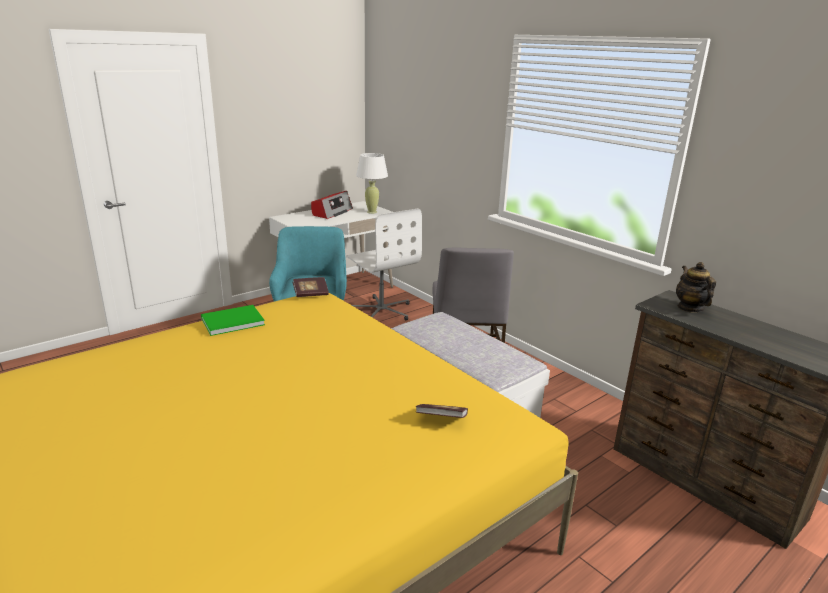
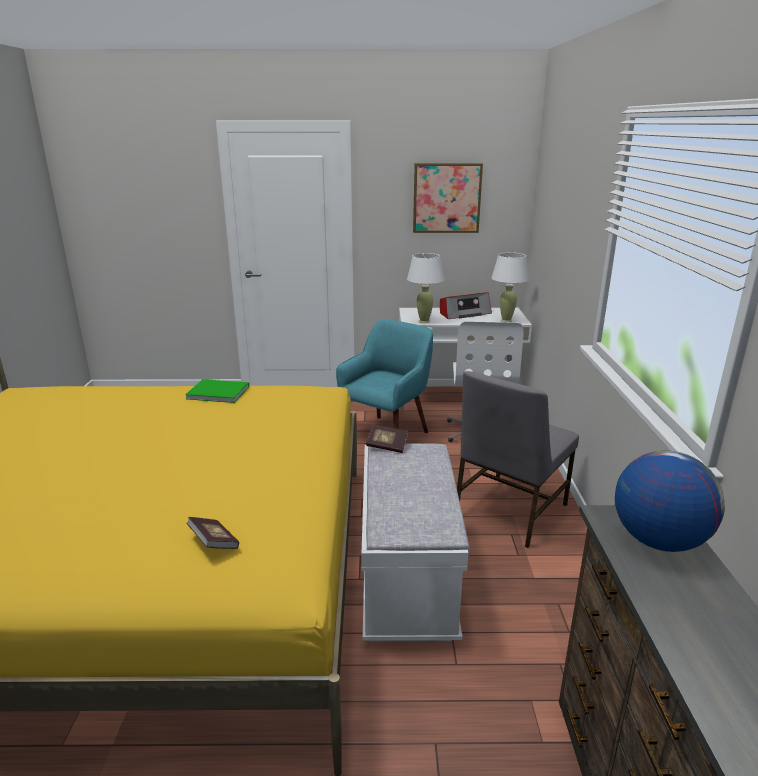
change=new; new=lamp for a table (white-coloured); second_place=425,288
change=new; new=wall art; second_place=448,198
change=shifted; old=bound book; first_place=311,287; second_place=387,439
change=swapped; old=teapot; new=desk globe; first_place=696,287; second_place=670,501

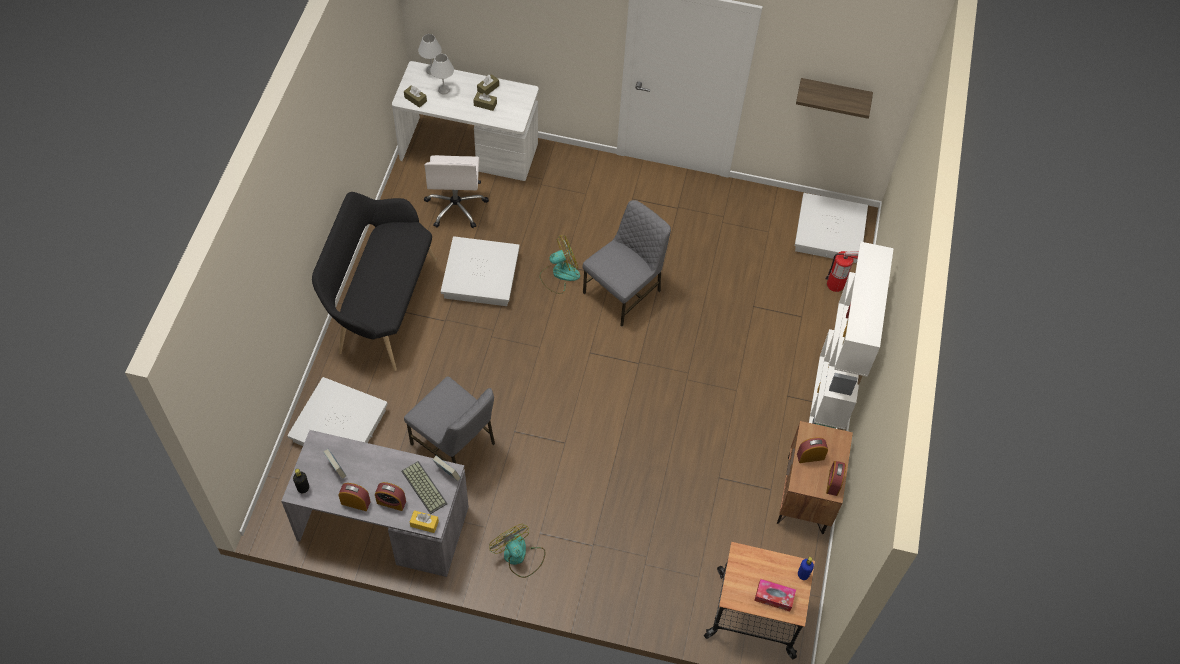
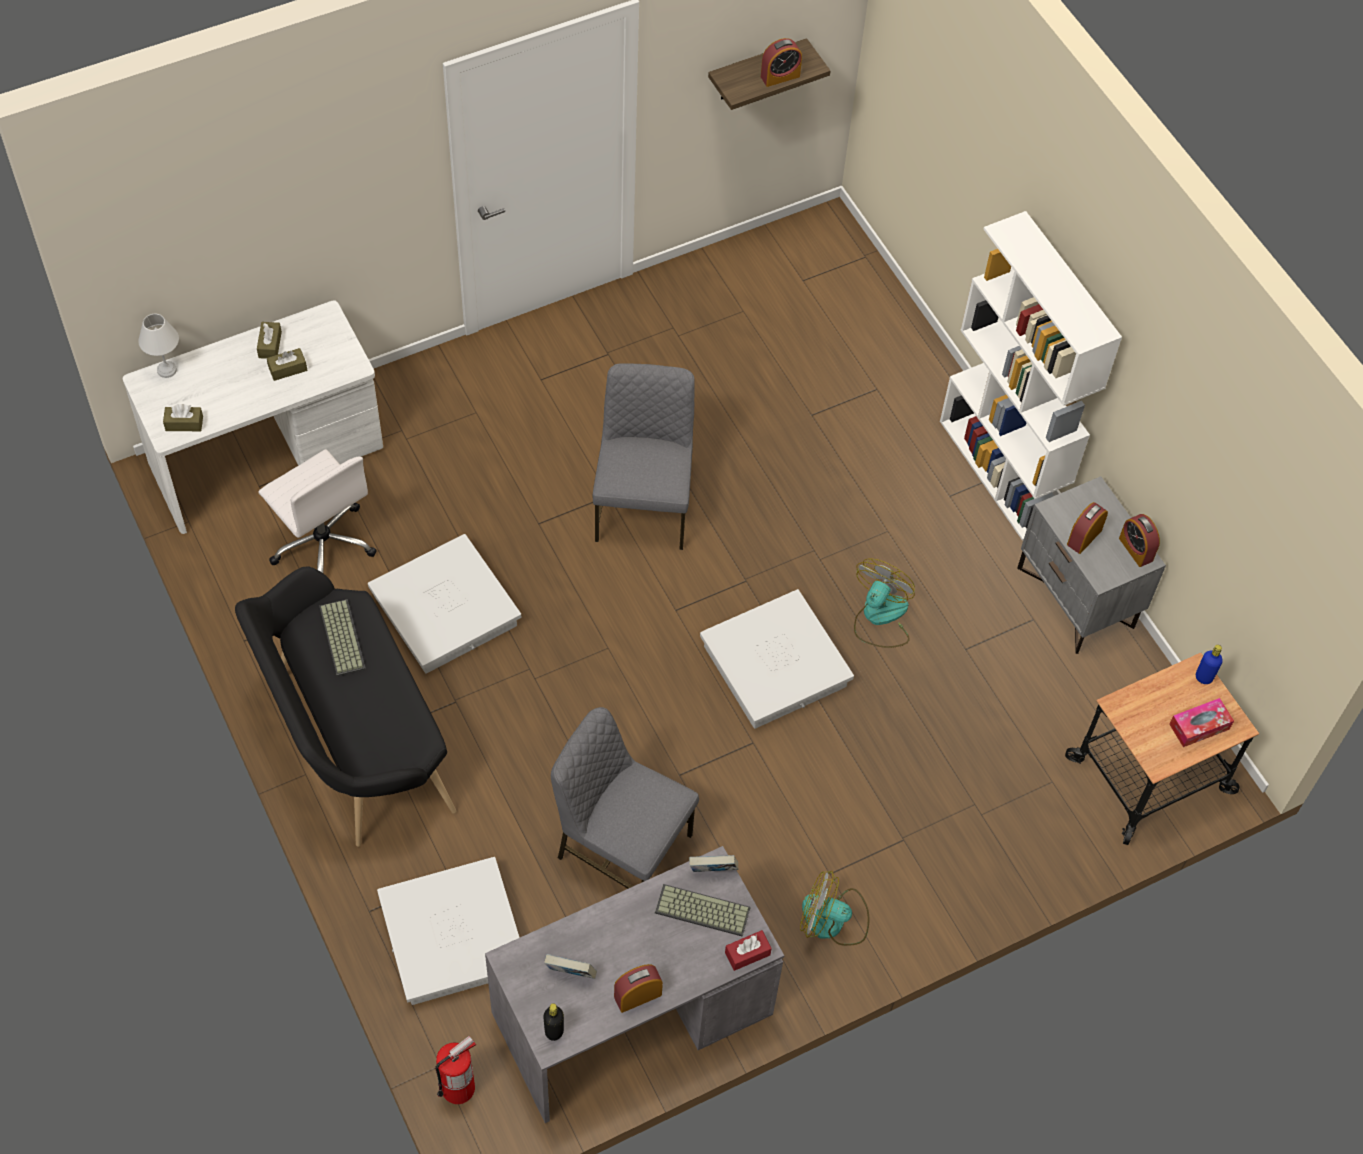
change=gone; old=lamp for a table (white-coloured); first_place=442,74
change=new; new=keyboard; second_place=342,637
change=shifted; old=table clock; first_place=390,496; second_place=781,62
change=shifted; old=electric fan; first_place=559,264; second_place=884,603
change=shifted; old=storage box (white-coloured); first_place=831,228; second_place=777,659
change=shifted; old=extinguisher; first_place=842,271; second_place=455,1070
change=repainted; old=box of tissues (yellow); new=box of tissues (reddish); first_place=424,521; second_place=748,950
change=repainted; old=bedside table (brown); new=bedside table (grey); first_place=815,477; second_place=1091,565
change=rotated; old=upright chair (grey); first_place=449,419; second_place=625,798; degrees=-150

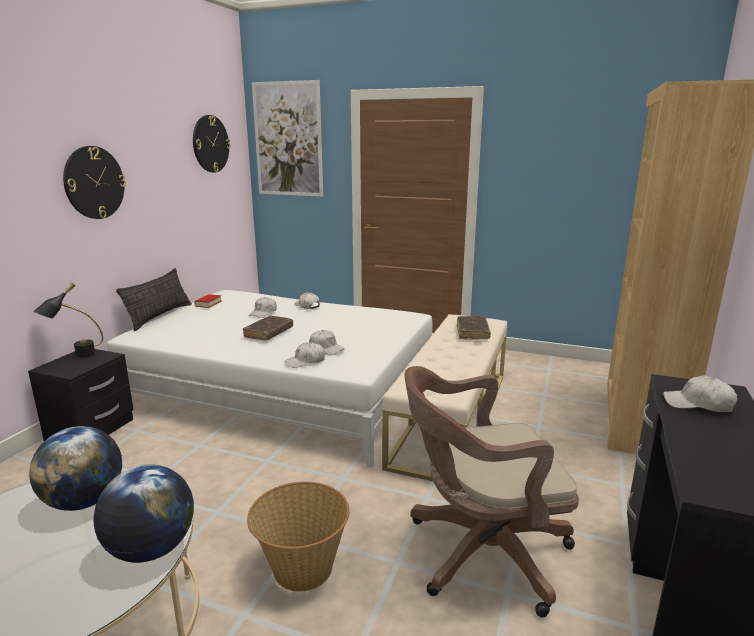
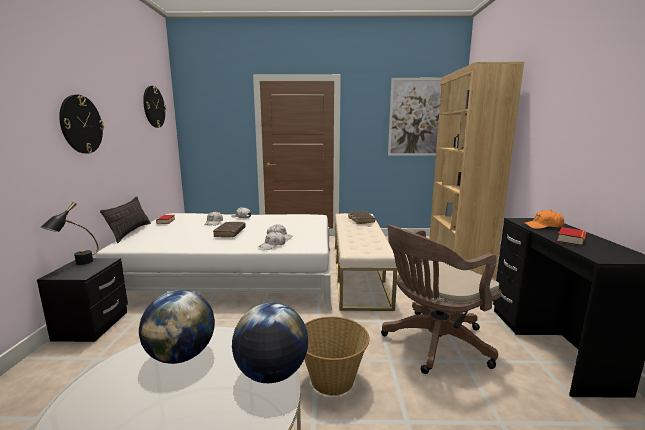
change=new; new=bound book; second_place=571,236
change=shifted; old=wall art; first_place=287,138; second_place=415,117
change=repainted; old=cap (white-coloured); new=cap (orange); first_place=700,394; second_place=543,219

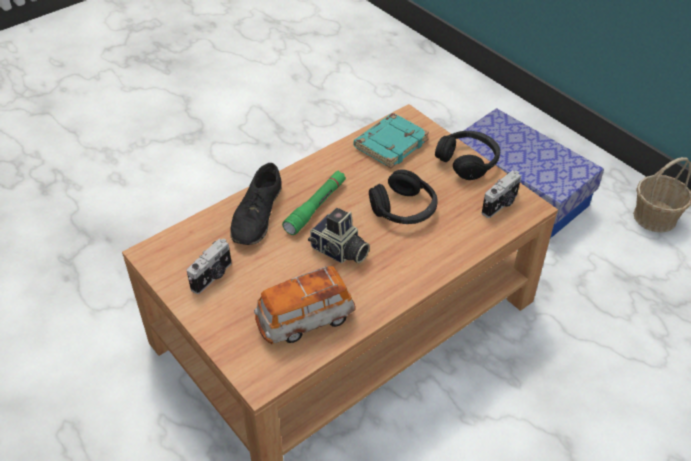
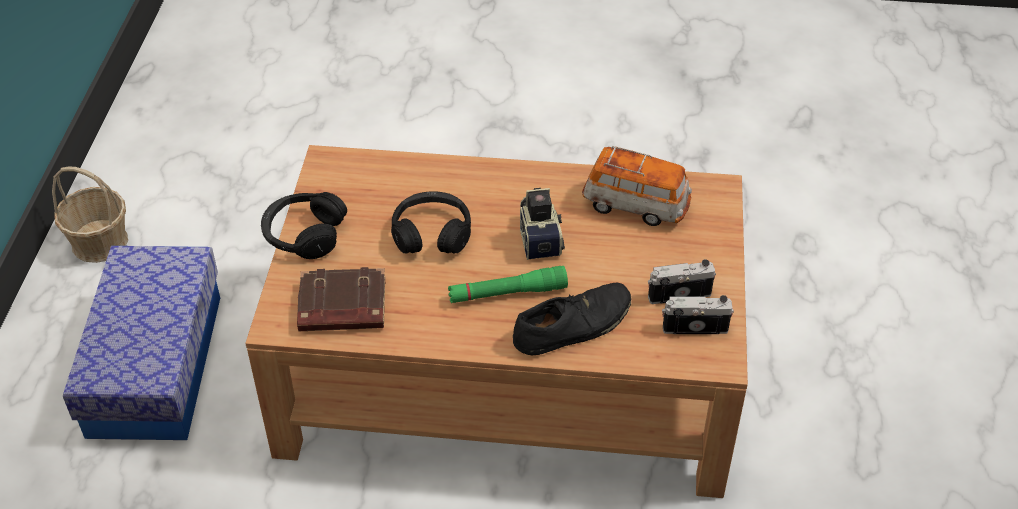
change=shifted; old=photo camera; first_place=501,194; second_place=698,314
change=repainted; old=bound book (blue-green); new=bound book (brown); first_place=391,140; second_place=341,299

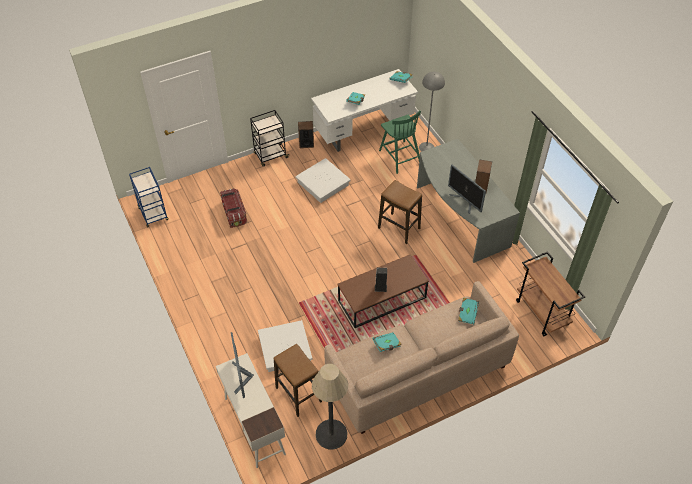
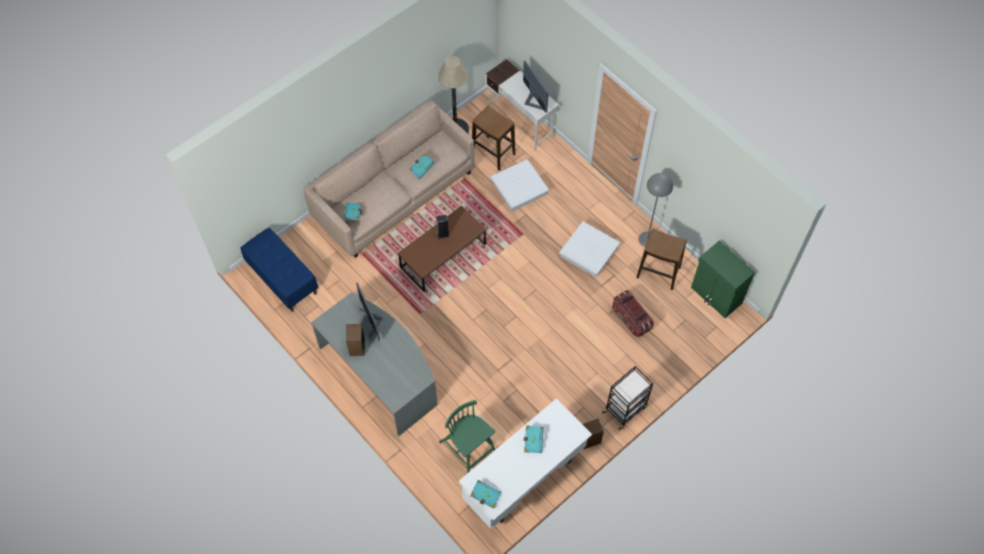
change=shifted; old=storage box (white-coloured); first_place=323,180; second_place=589,249
change=shifted; old=stool seat; first_place=400,212; second_place=661,259
change=shifted; old=standing lamp (grey); first_place=432,111; second_place=655,210
change=swapped; old=cart (blue); new=storage cabinet (green); first_place=148,197; second_place=723,279
change=swapped; old=cart (brown); new=bench (blue); first_place=550,293; second_place=279,270
change=rotated; old=monitor; first_place=467,189; second_place=369,311; degrees=-150

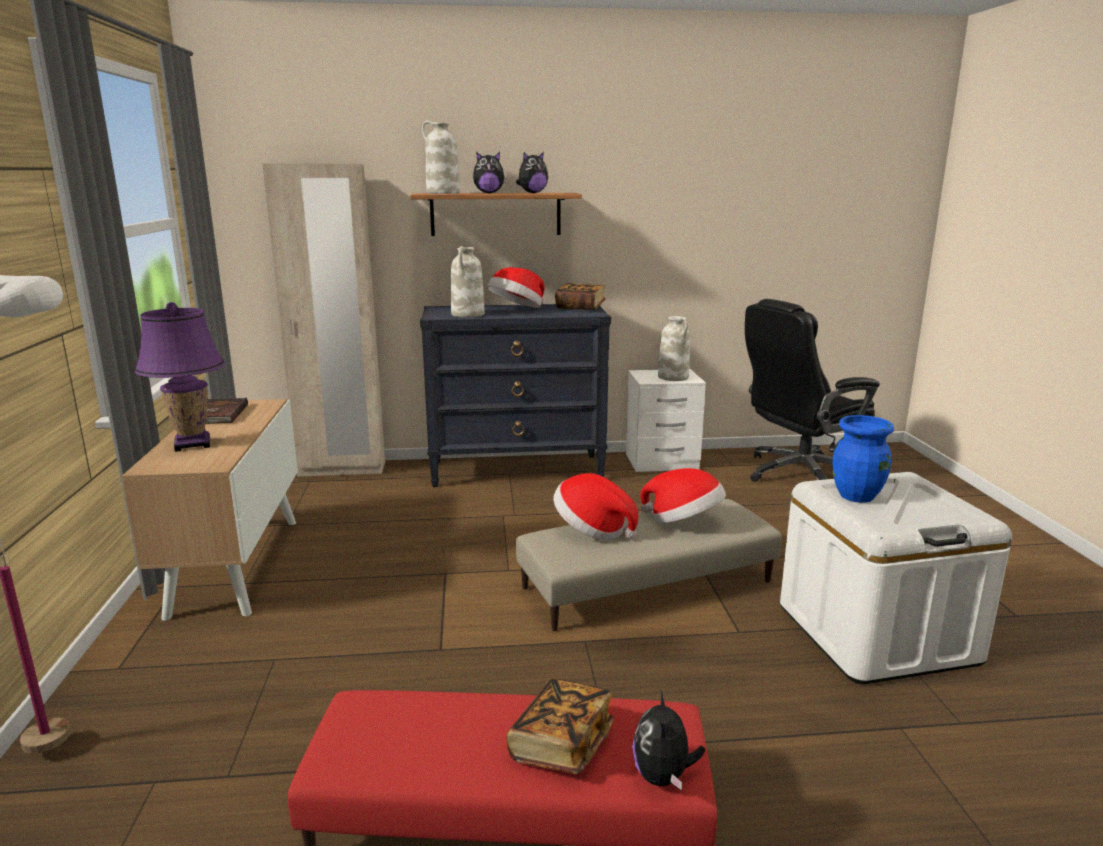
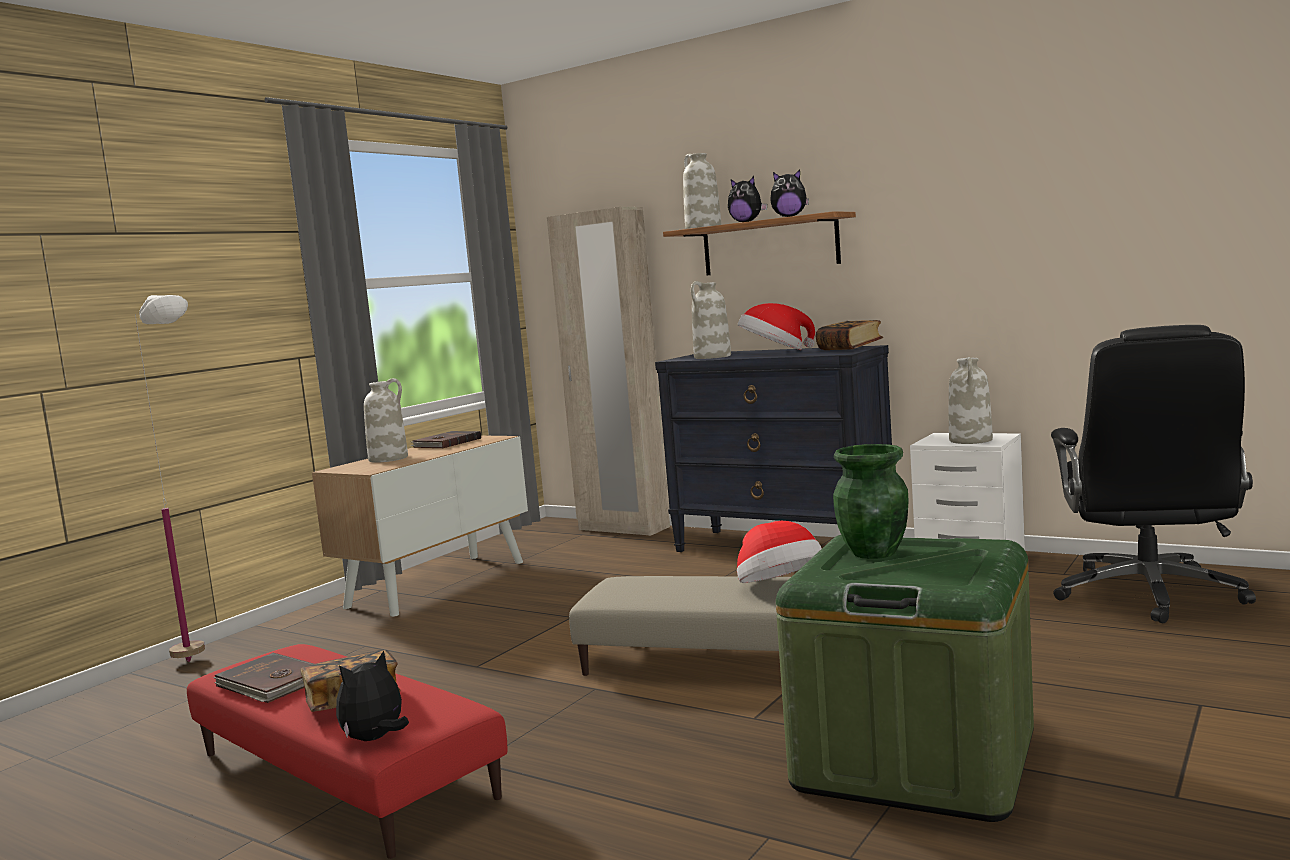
change=gone; old=wearable hat; first_place=596,506
change=new; new=bound book (brown); second_place=263,678
change=swapped; old=lamp for a table (purple-coloured); new=vase (white-coloured); first_place=180,377; second_place=386,420
change=repainted; old=storage box (white-coloured); new=storage box (green); first_place=896,578; second_place=905,678
change=repainted; old=vase (blue); new=vase (green); first_place=863,459; second_place=871,501
change=rotated; old=computer chair (blackish); first_place=812,390; second_place=1153,474; degrees=-90

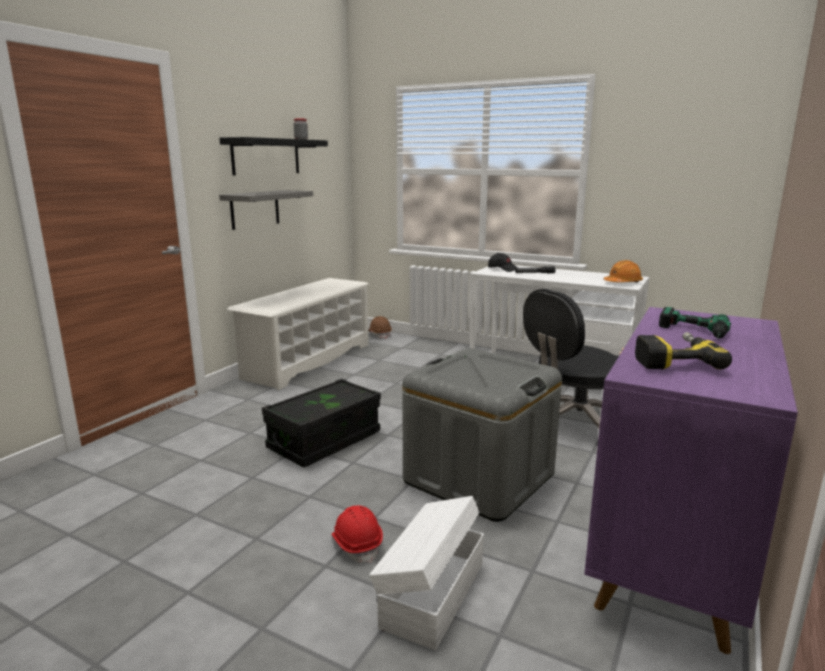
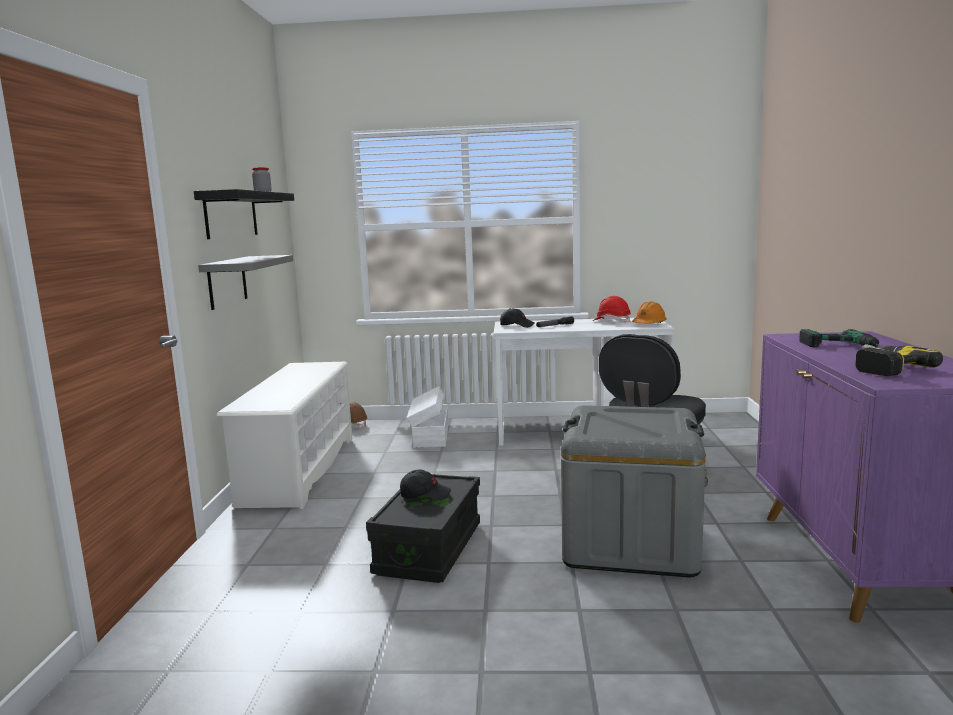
change=new; new=cap (blackish); second_place=425,484
change=shifted; old=hard hat (reddish); first_place=357,534; second_place=612,309
change=shifted; old=storage box (white-coloured); first_place=426,573; second_place=427,417

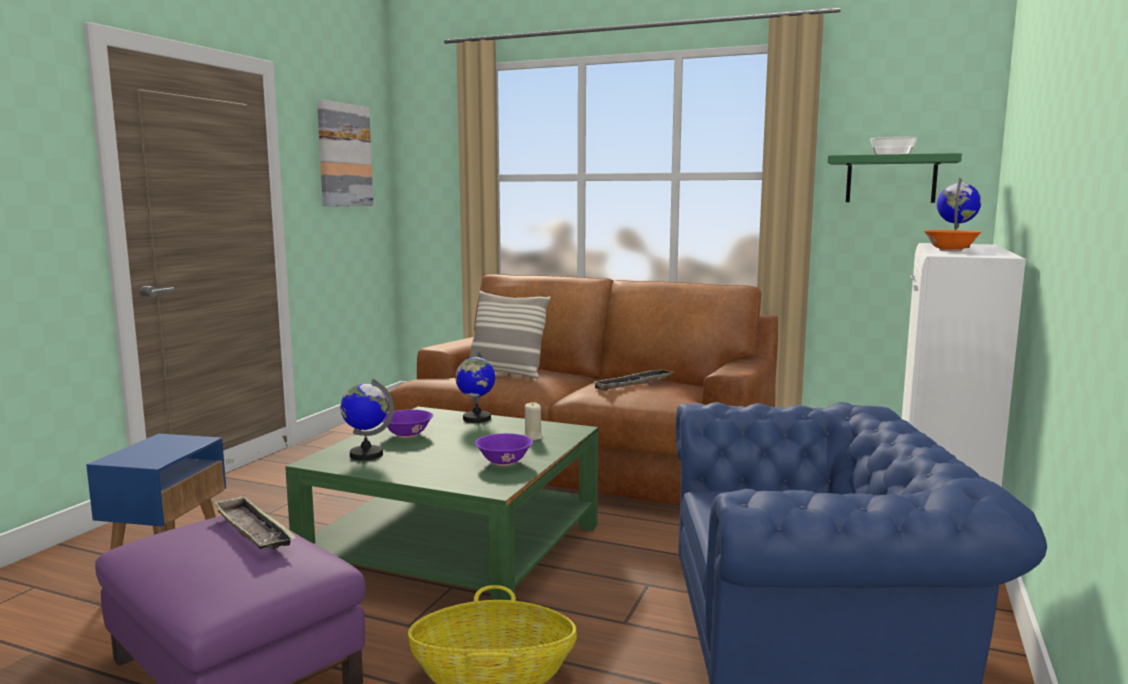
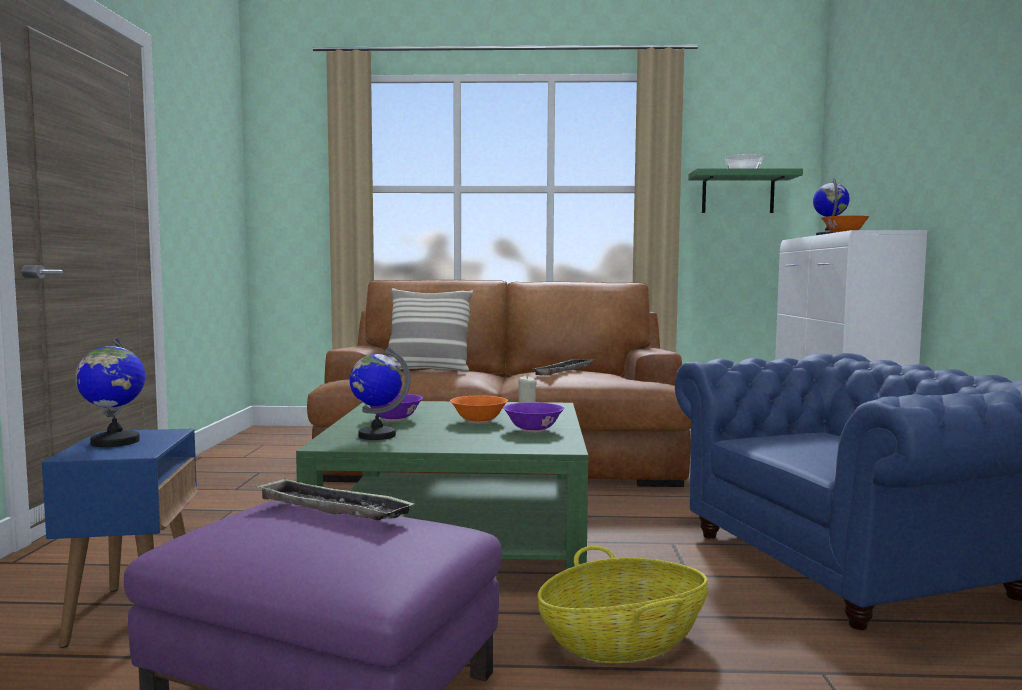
change=gone; old=wall art; first_place=345,153
change=new; new=serving bowl (orange); second_place=479,409
change=shifted; old=desk globe; first_place=475,387; second_place=110,392

